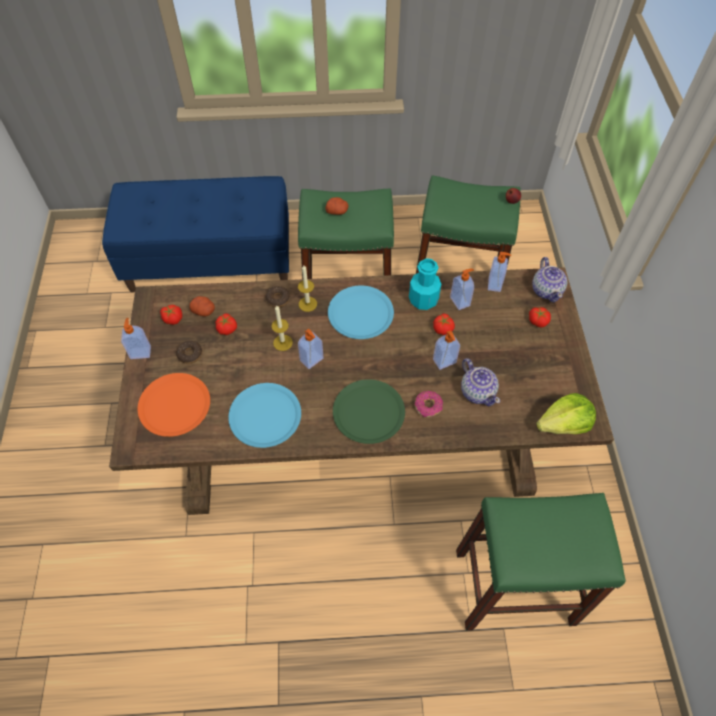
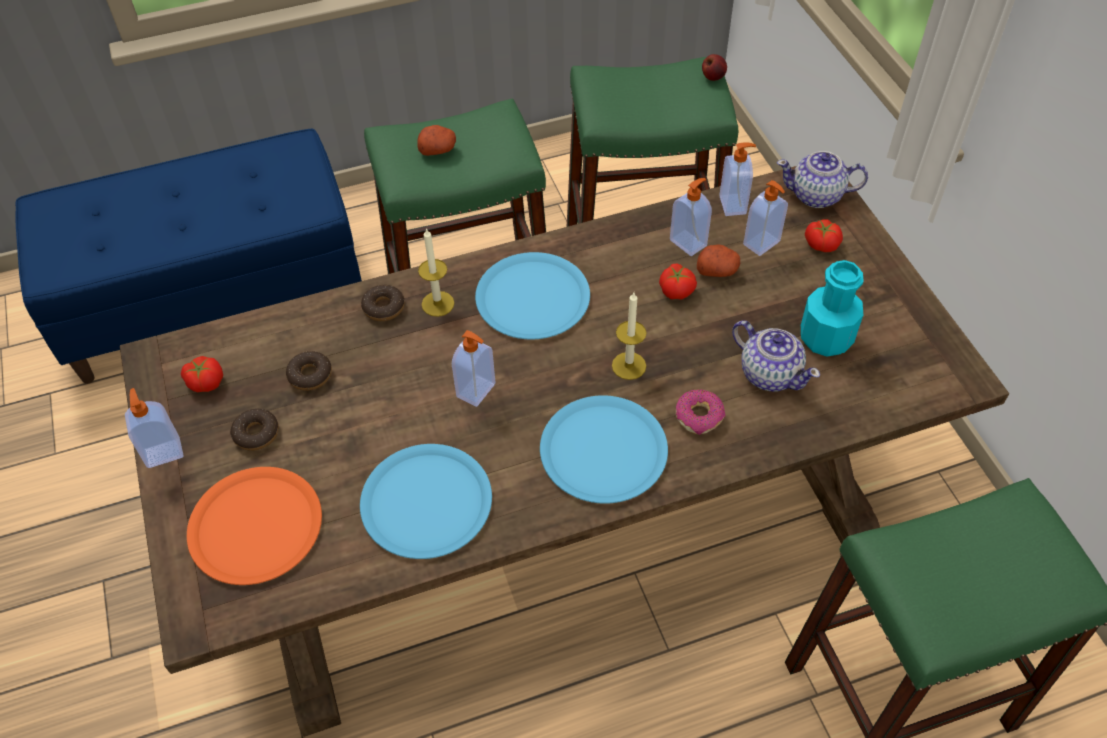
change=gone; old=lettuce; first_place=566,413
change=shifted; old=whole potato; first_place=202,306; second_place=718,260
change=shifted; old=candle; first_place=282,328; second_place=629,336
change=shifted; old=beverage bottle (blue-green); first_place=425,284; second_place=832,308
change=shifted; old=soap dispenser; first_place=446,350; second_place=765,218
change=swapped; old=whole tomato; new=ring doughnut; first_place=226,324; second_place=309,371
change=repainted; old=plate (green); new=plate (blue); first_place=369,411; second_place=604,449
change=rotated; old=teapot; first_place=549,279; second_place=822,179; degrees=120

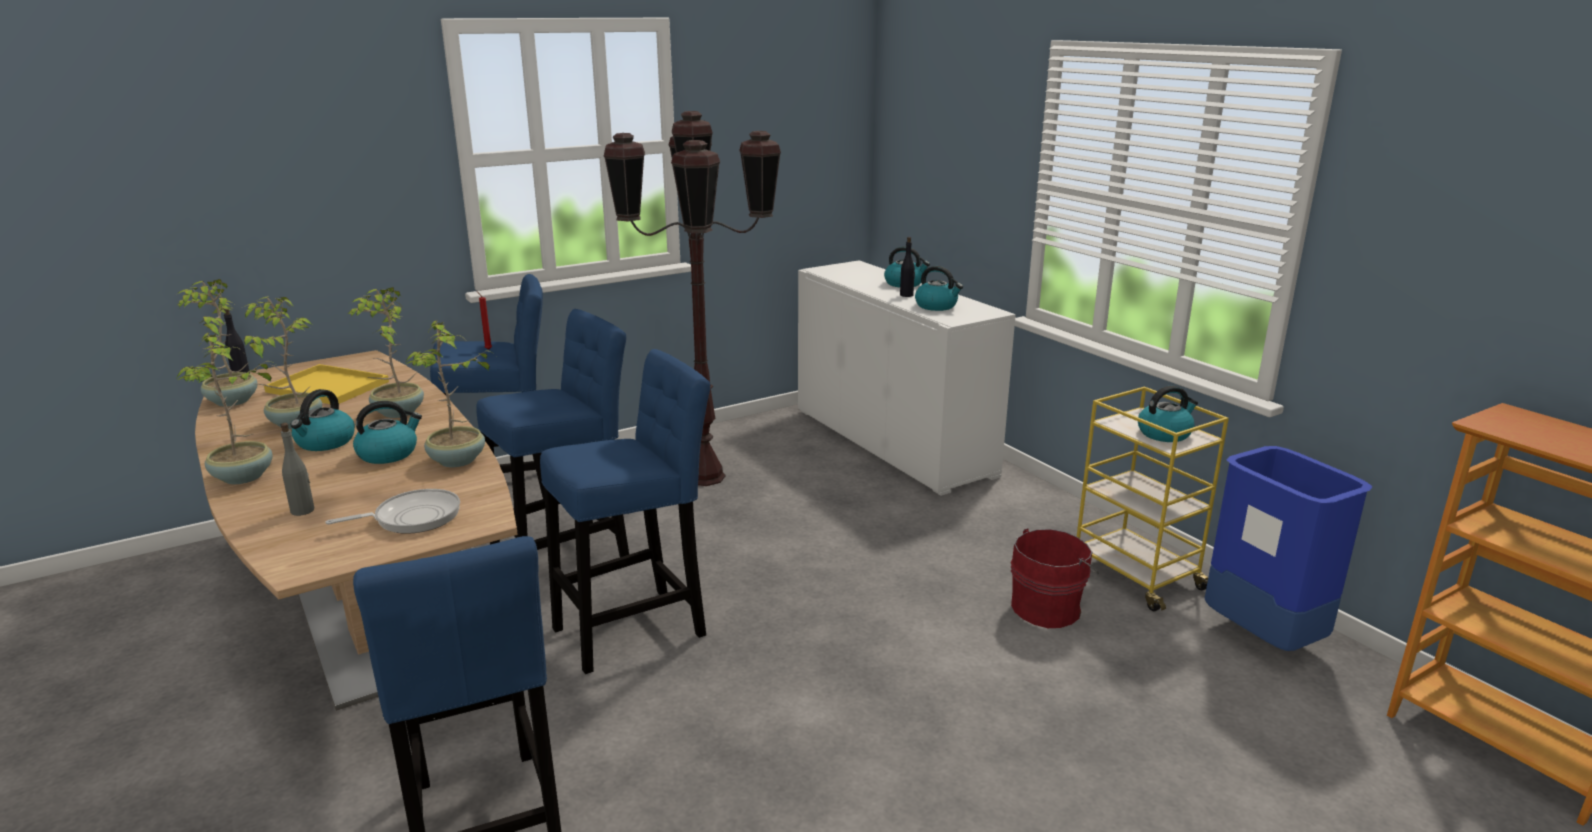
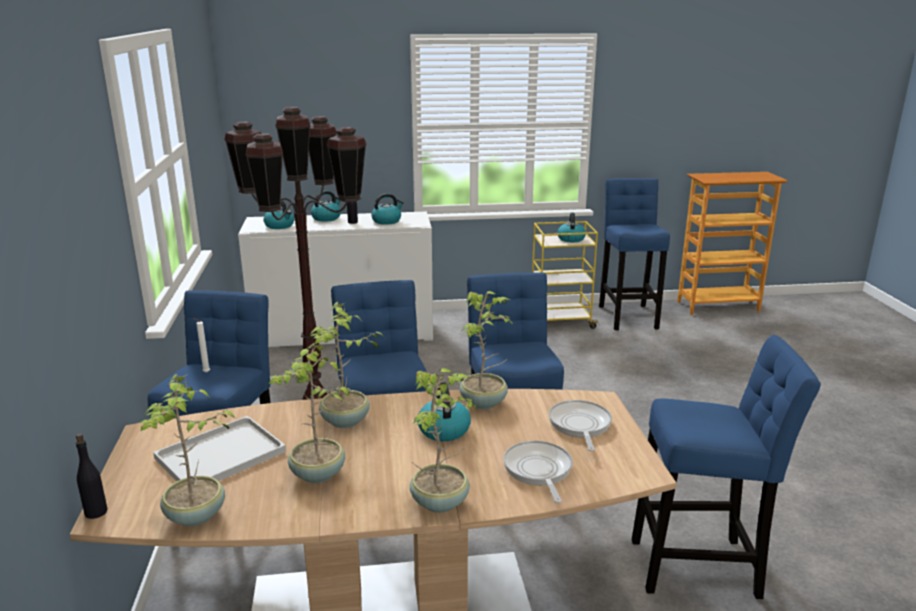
change=gone; old=bucket (reddish); first_place=1054,578
change=shifted; old=tea kettle; first_place=322,420; second_place=278,214
change=swapped; old=beverage bottle (grey); new=skillet; first_place=297,469; second_place=538,472
change=swapped; old=trash can (blue); new=stool seat (blue); first_place=1288,548; second_place=634,254
change=repainted; old=serving tray (yellow); new=serving tray (white-coloured); first_place=326,384; second_place=219,449
change=repainted; old=candle (reddish); new=candle (white-coloured); first_place=484,320; second_place=201,345

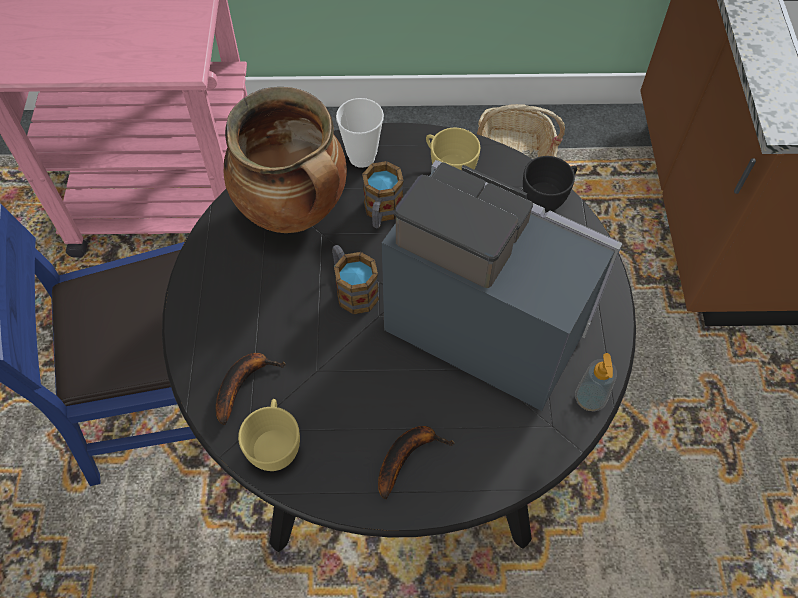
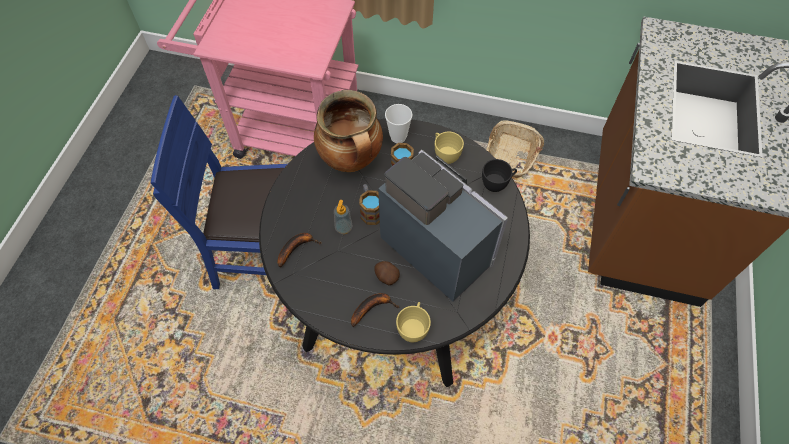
change=new; new=whole potato; second_place=387,273
change=shifted; old=drinking cup (yellow); first_place=269,435; second_place=413,322
change=shifted; old=soap dispenser; first_place=596,382; second_place=343,217

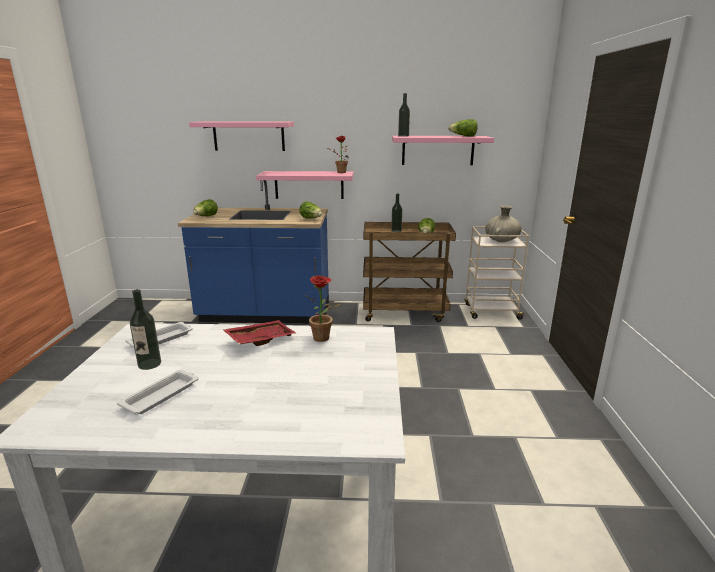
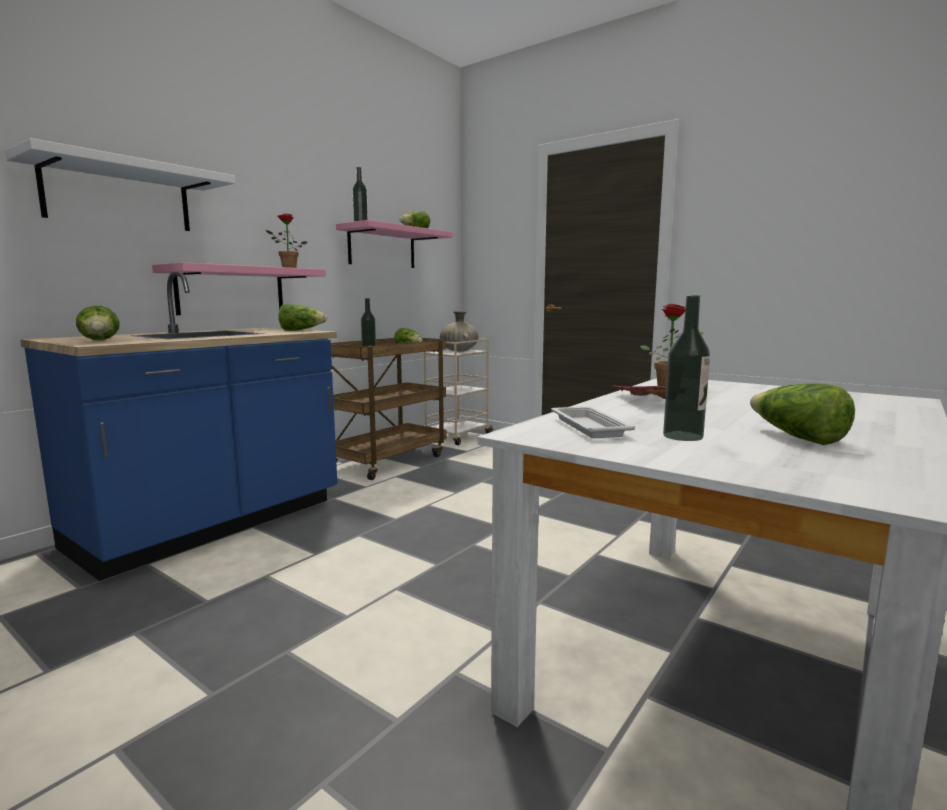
change=swapped; old=serving tray (white-coloured); new=lettuce; first_place=158,392; second_place=802,414
change=repainted; old=shelf (pink-coloured); new=shelf (white-coloured); first_place=241,136; second_place=120,184

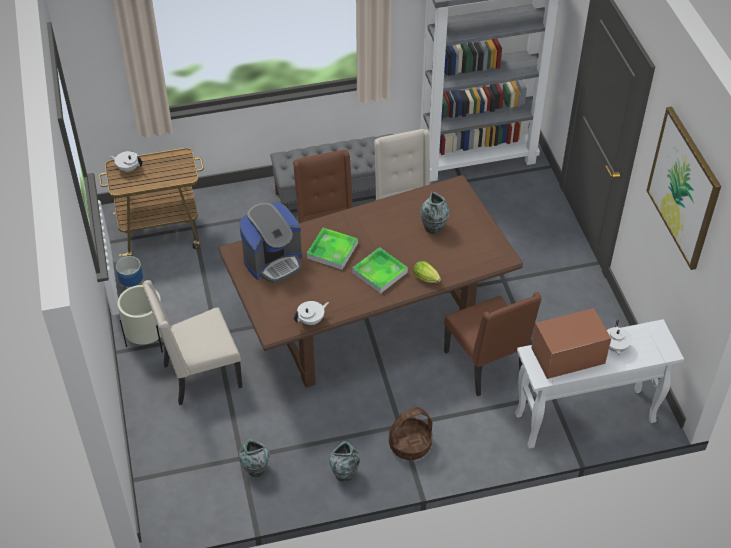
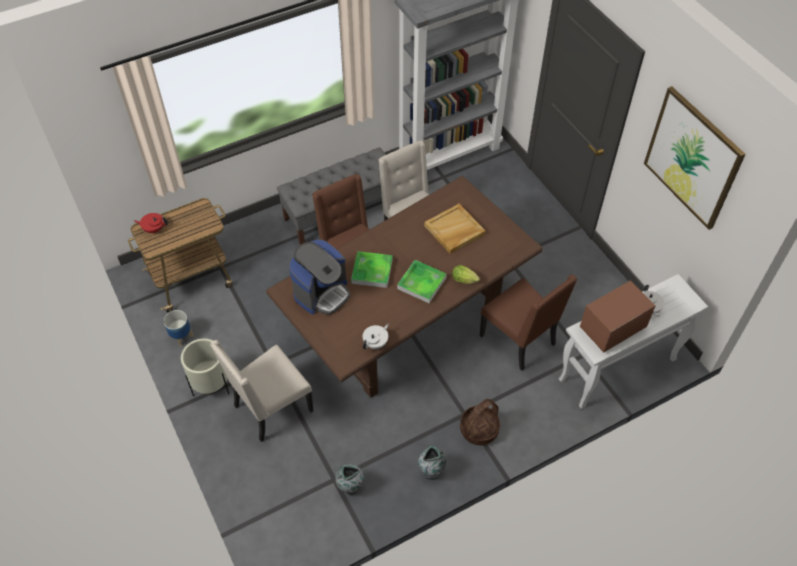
change=swapped; old=vase; new=serving tray (beige); first_place=434,212; second_place=455,229
change=repainted; old=teapot (white-coloured); new=teapot (reddish); first_place=125,162; second_place=151,223

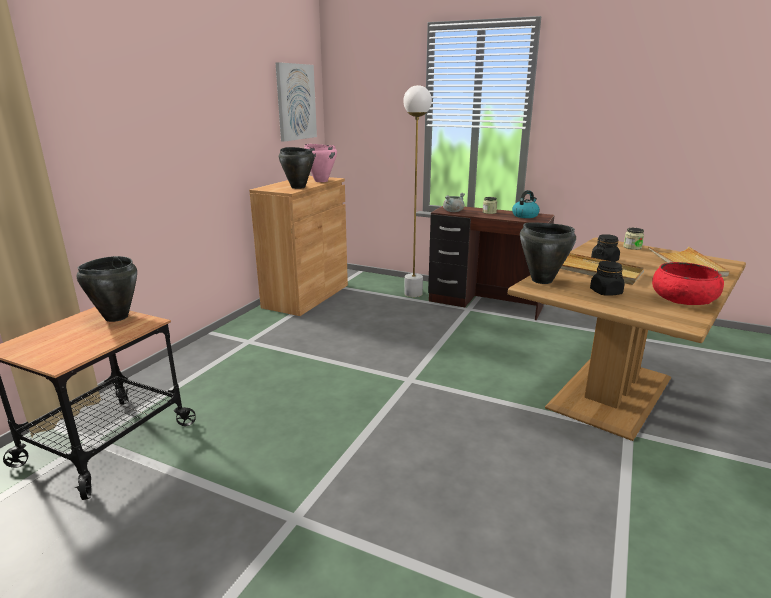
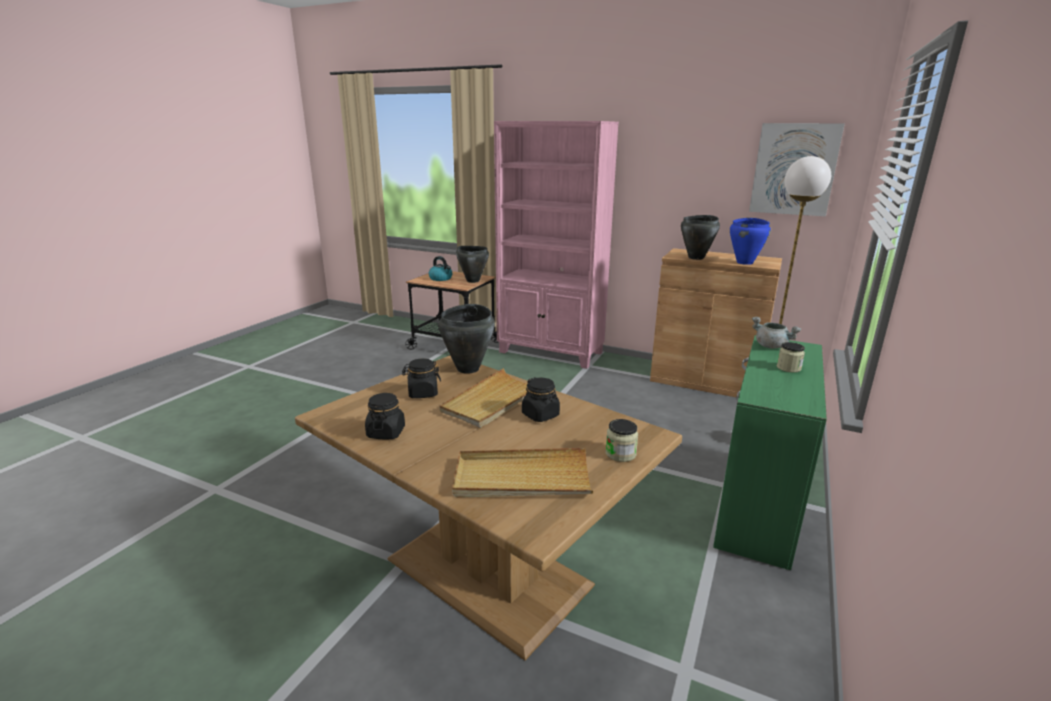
change=new; new=bookshelf (pink-coloured); second_place=556,245
change=shifted; old=tea kettle; first_place=526,204; second_place=440,268
change=swapped; old=serving bowl (reddish); new=preserve jar (blackish); first_place=688,283; second_place=385,416
change=repainted; old=stockpot (pink-coloured); new=stockpot (blue); first_place=320,163; second_place=750,241
change=repainted; old=desk table (brown); new=desk table (green); first_place=491,263; second_place=770,452

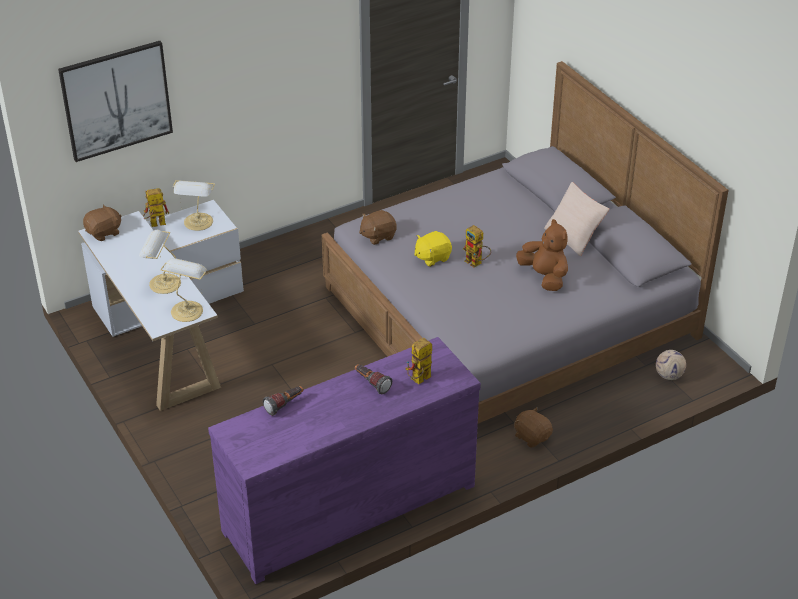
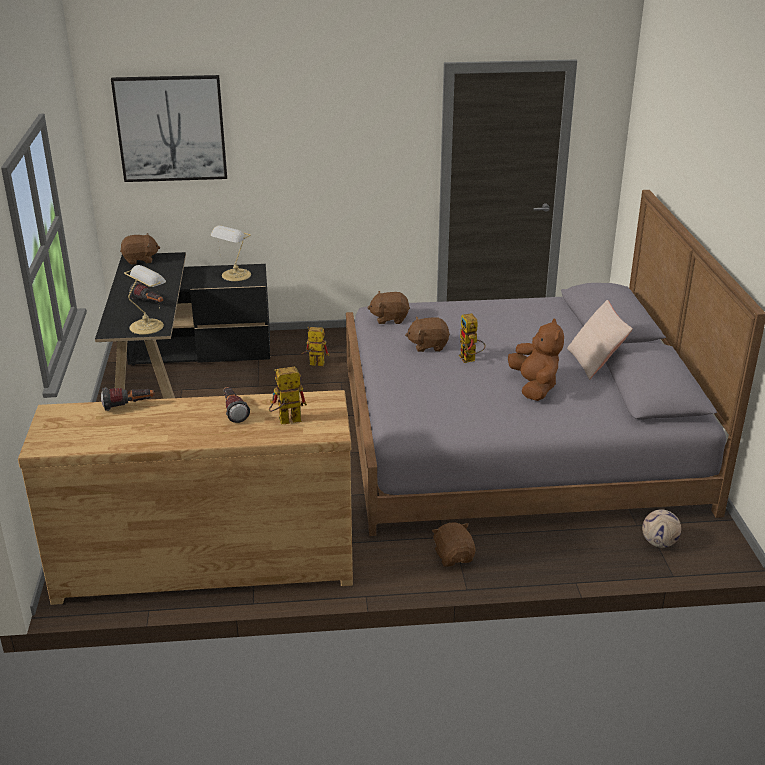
change=shifted; old=model robot; first_place=156,207; second_place=315,346
change=swapped; old=lamp for a table; new=torch; first_place=160,262; second_place=146,292
change=repainted; old=desk table (white-coloured); new=desk table (blackish); first_place=161,305; second_place=182,325
change=repainted; old=drawer chest (purple-coloured); new=drawer chest (brown); first_place=344,460; second_place=185,497
change=repainted; old=soft toy (yellow); new=soft toy (brown); first_place=433,249; second_place=427,334

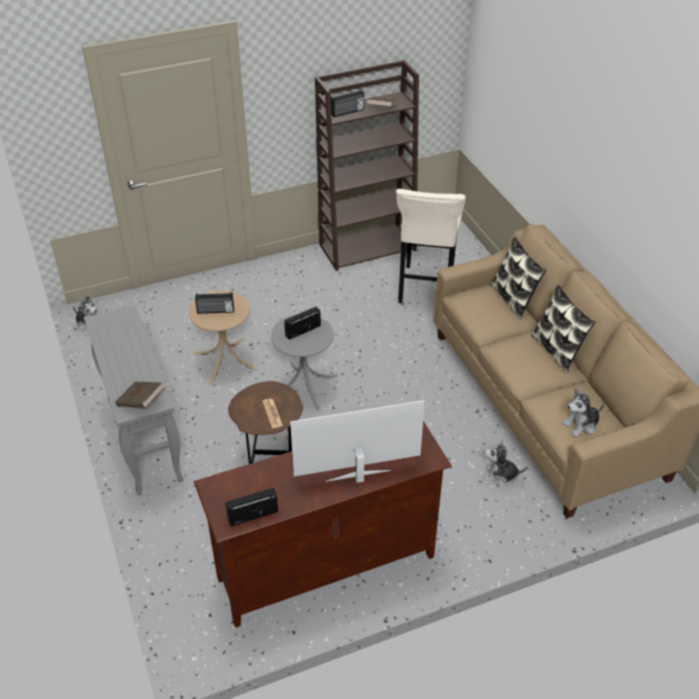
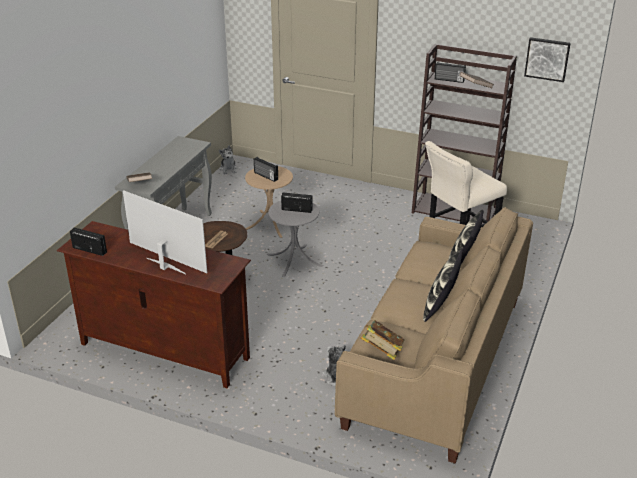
change=new; new=wall art; second_place=547,59
change=swapped; old=soft toy; new=bound book; first_place=583,412; second_place=383,340

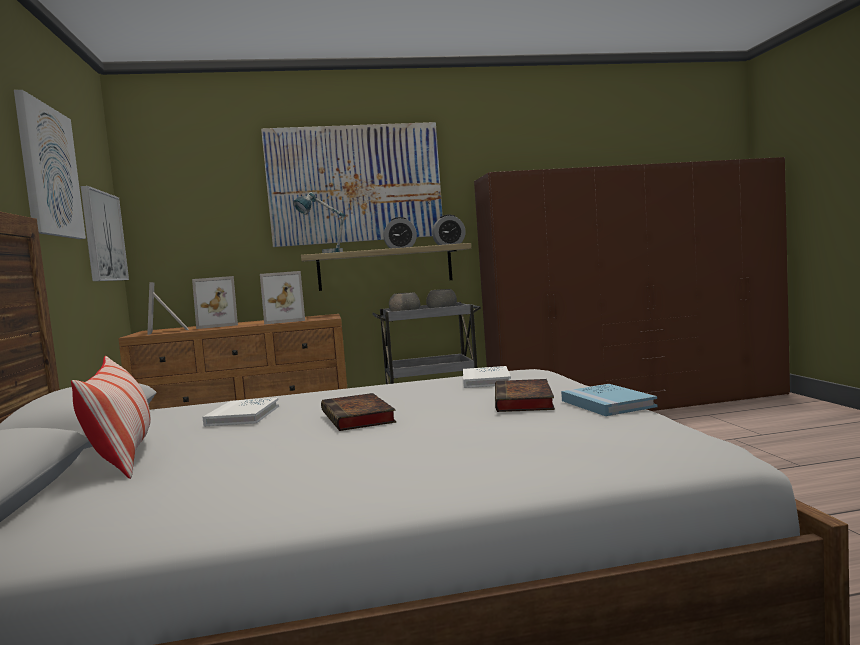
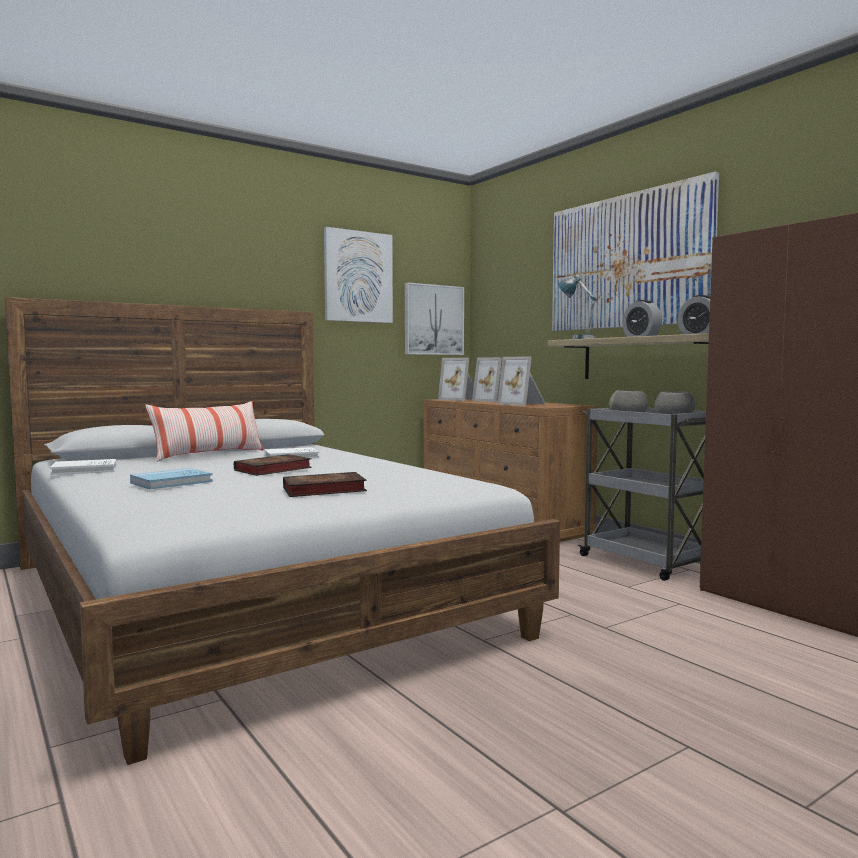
change=shifted; old=bound book (white-coloured); first_place=487,377; second_place=83,467
change=shifted; old=bound book (blue); first_place=609,400; second_place=171,478
change=rotated; old=picture frame; first_place=168,308; second_place=456,379; degrees=-90

